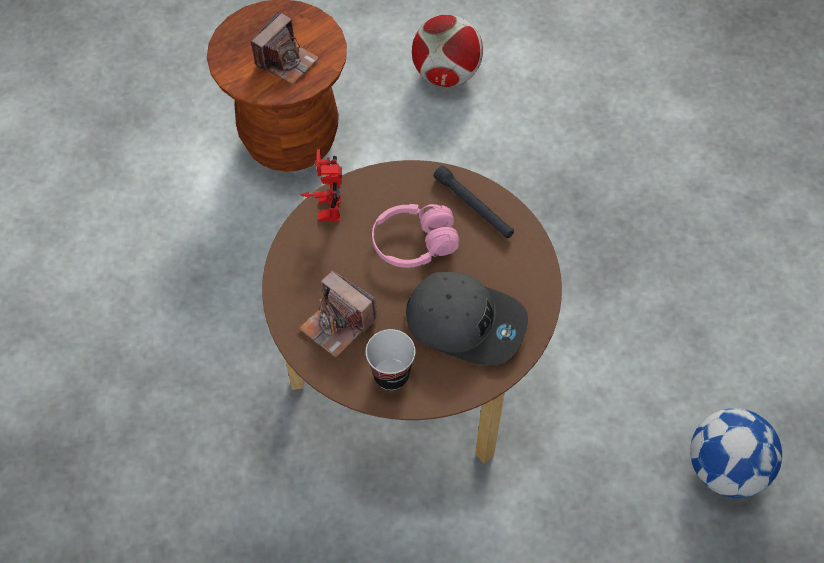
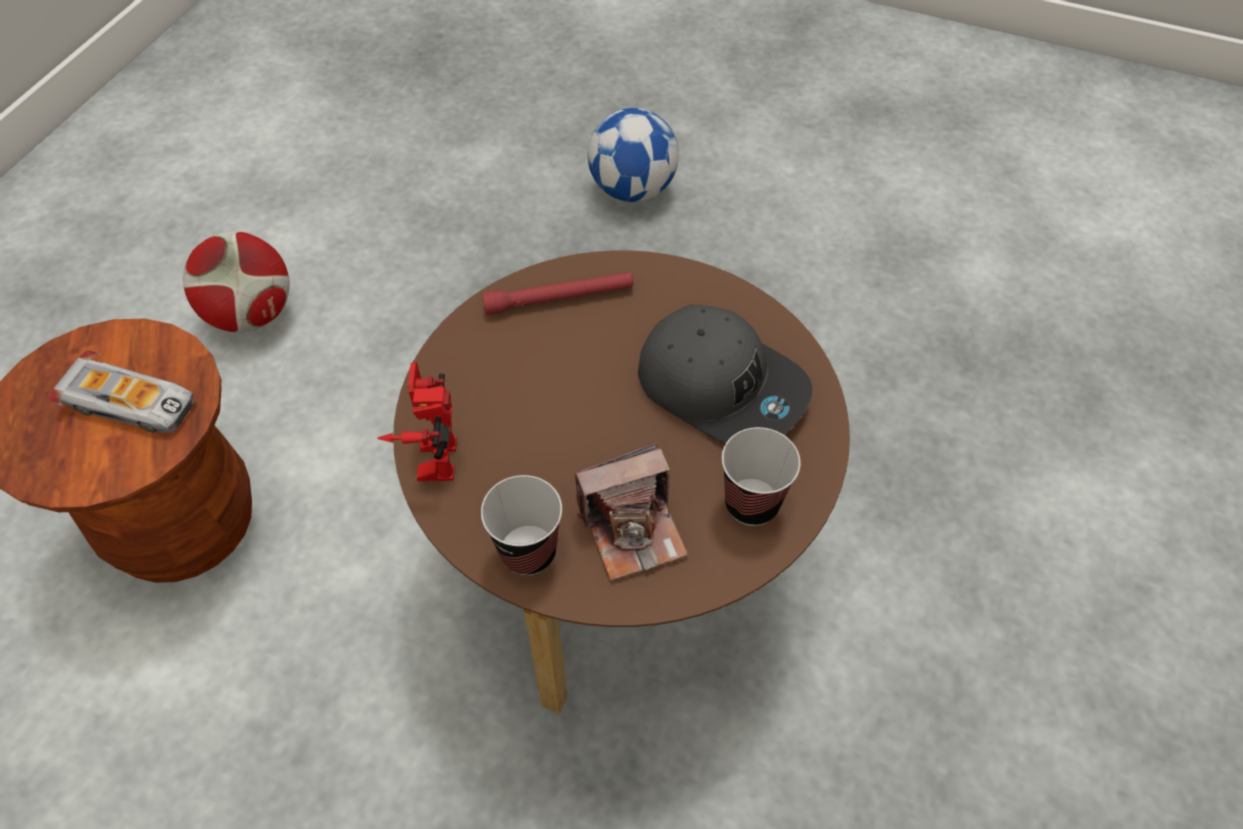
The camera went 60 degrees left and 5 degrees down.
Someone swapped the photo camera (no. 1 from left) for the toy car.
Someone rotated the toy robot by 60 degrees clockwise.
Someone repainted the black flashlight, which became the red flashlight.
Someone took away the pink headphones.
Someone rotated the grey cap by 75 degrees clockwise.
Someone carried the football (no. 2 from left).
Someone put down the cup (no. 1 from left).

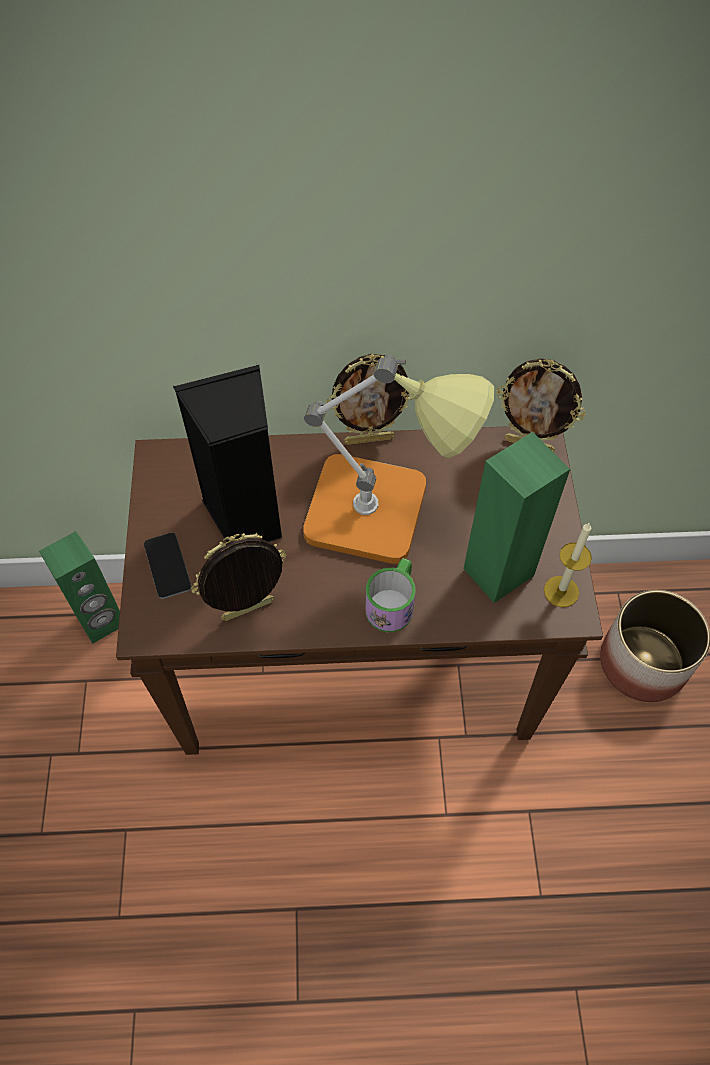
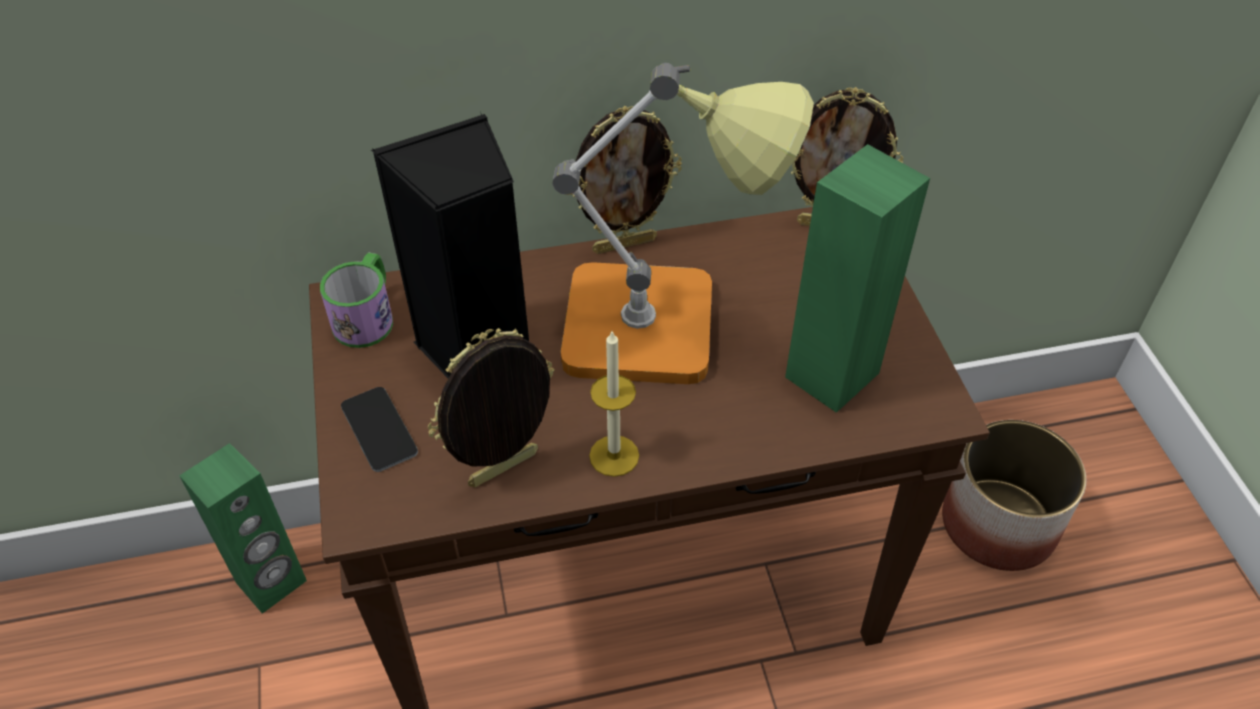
The camera went 10 degrees left and 10 degrees down.
Someone carried the candle.
Someone carried the mug.

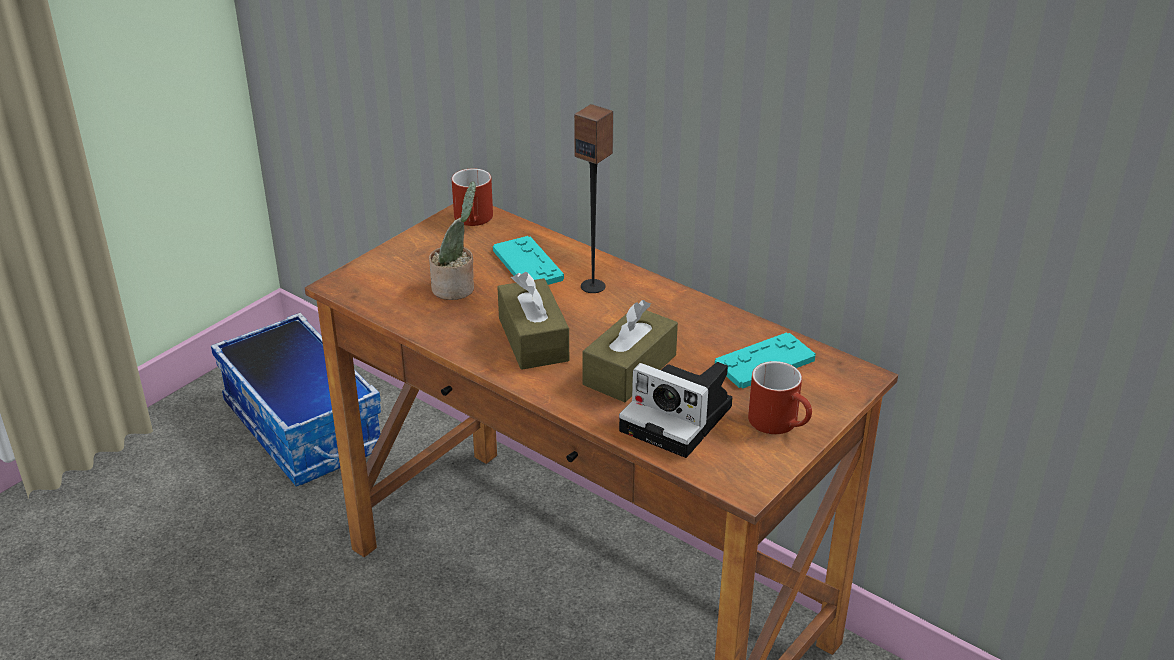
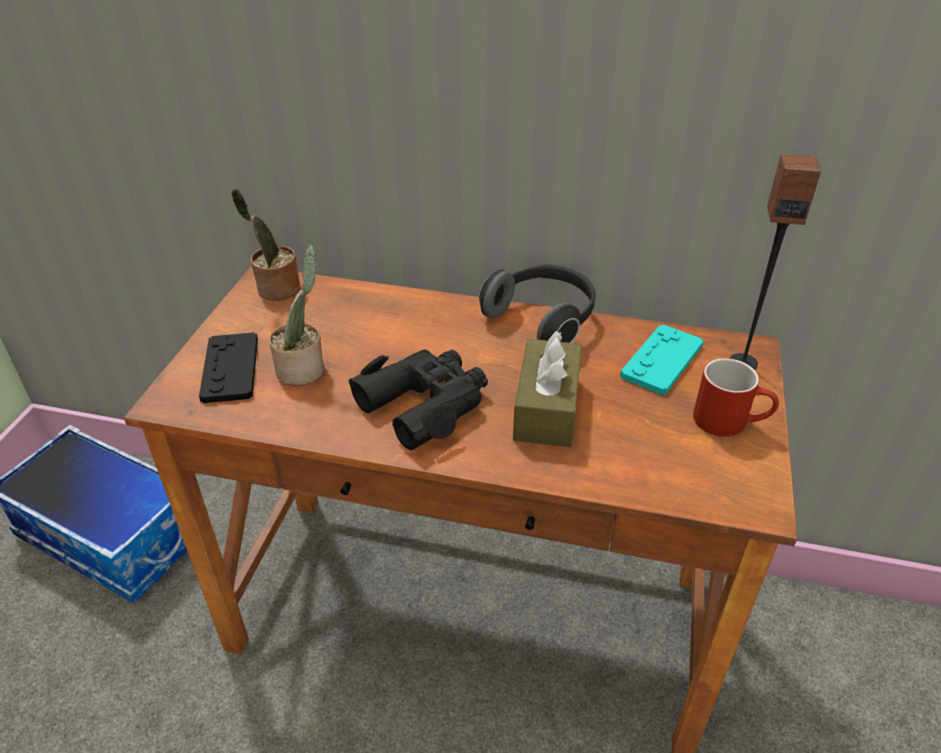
The camera went 25 degrees left and 5 degrees up.
Someone carried the speaker.
Someone swapped the red mug (no. 1 from left) for the potted plant (no. 1 from left).
Someone took away the turquoise game controller (no. 1 from left).
Someone swapped the brown tissue box (no. 1 from left) for the black binoculars.
Someone took away the photo camera.
Someone put down the headphones.
Someone put down the black game controller.

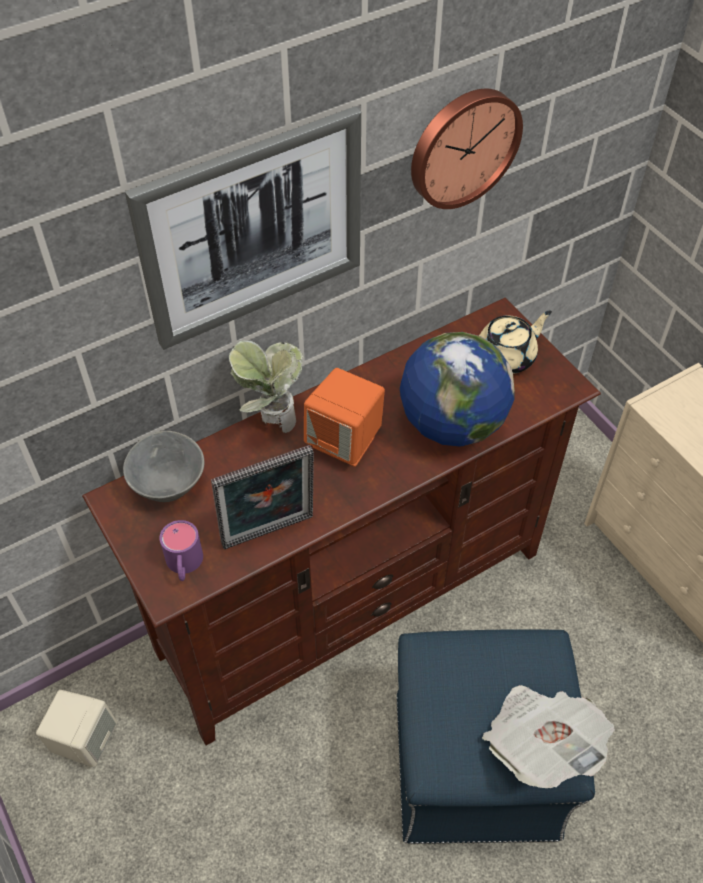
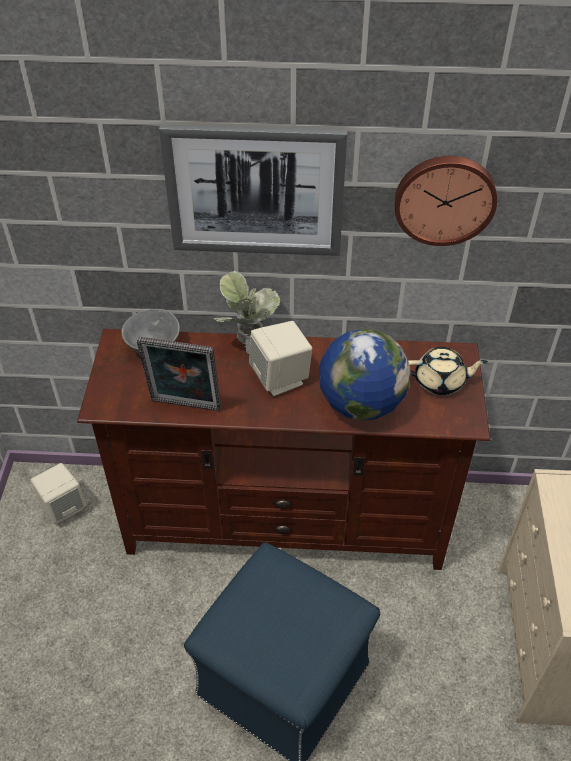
The camera went 35 degrees right and 5 degrees down.
Someone repainted the orange speaker, which became the beige speaker (no. 2 from left).
Someone took away the purple mug.
Someone took away the newspaper.

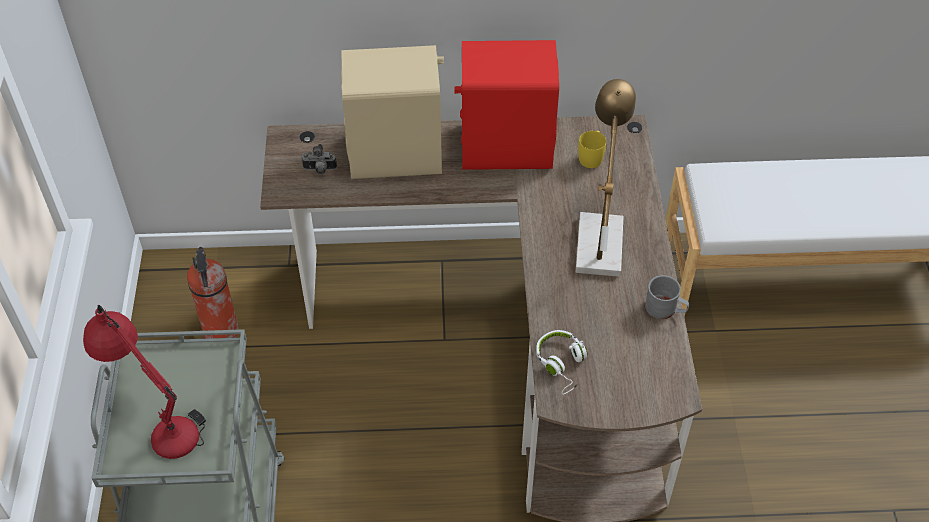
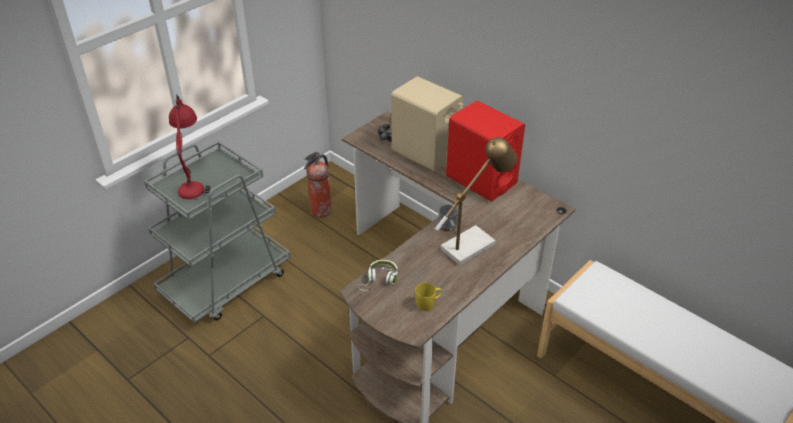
The camera went 45 degrees right and 10 degrees down.
Someone carried the yellow mug.
Someone carried the grey mug.

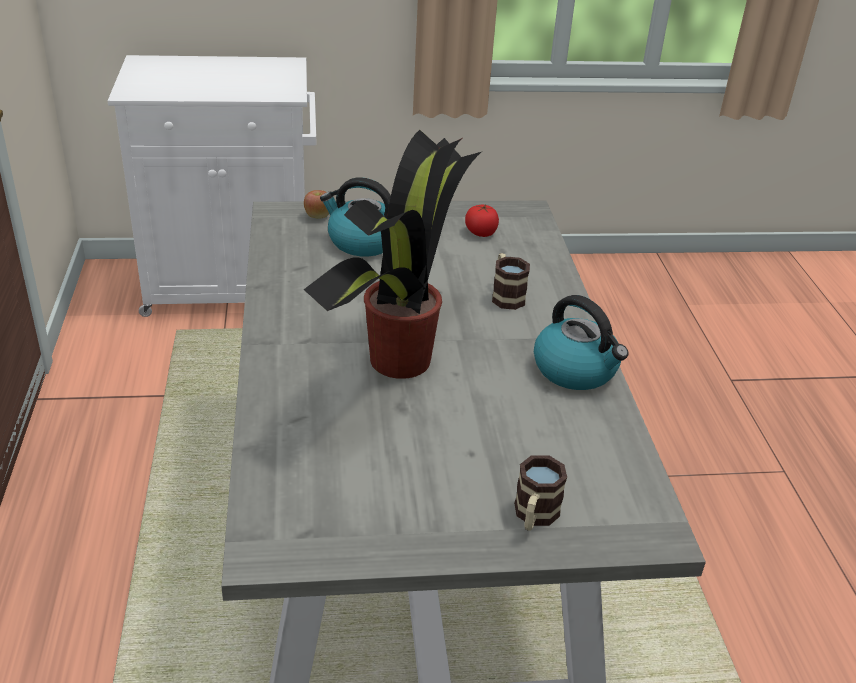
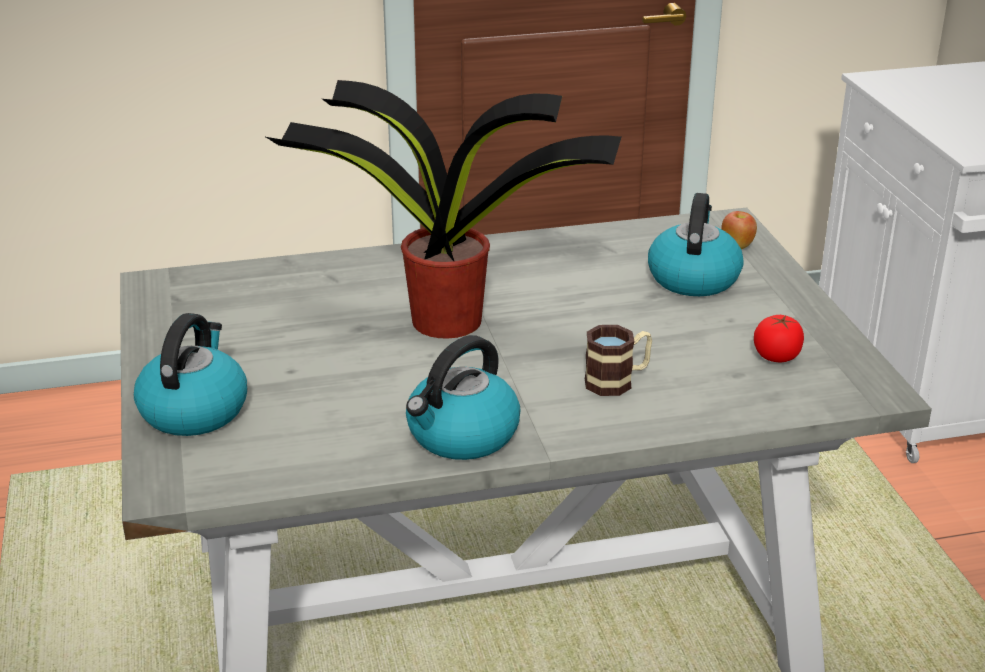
The camera went 85 degrees right and 5 degrees down.
Someone swapped the mug (no. 2 from left) for the kettle (no. 1 from left).

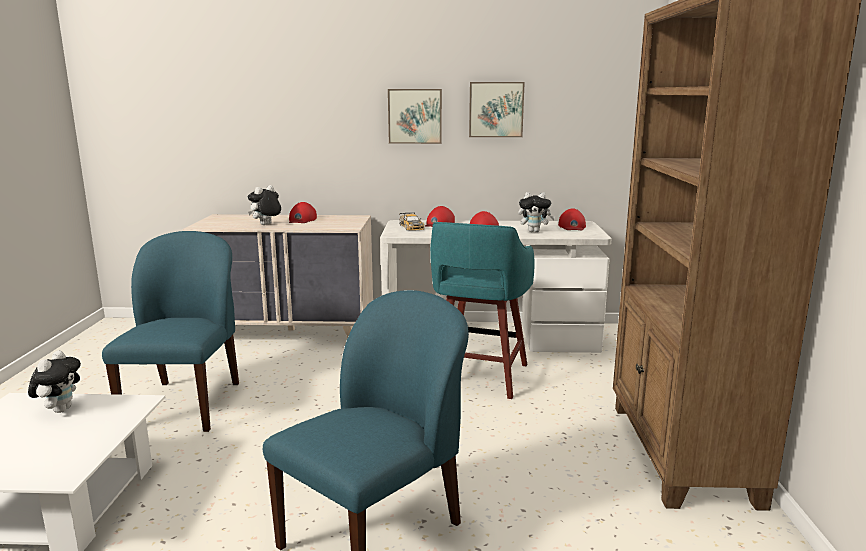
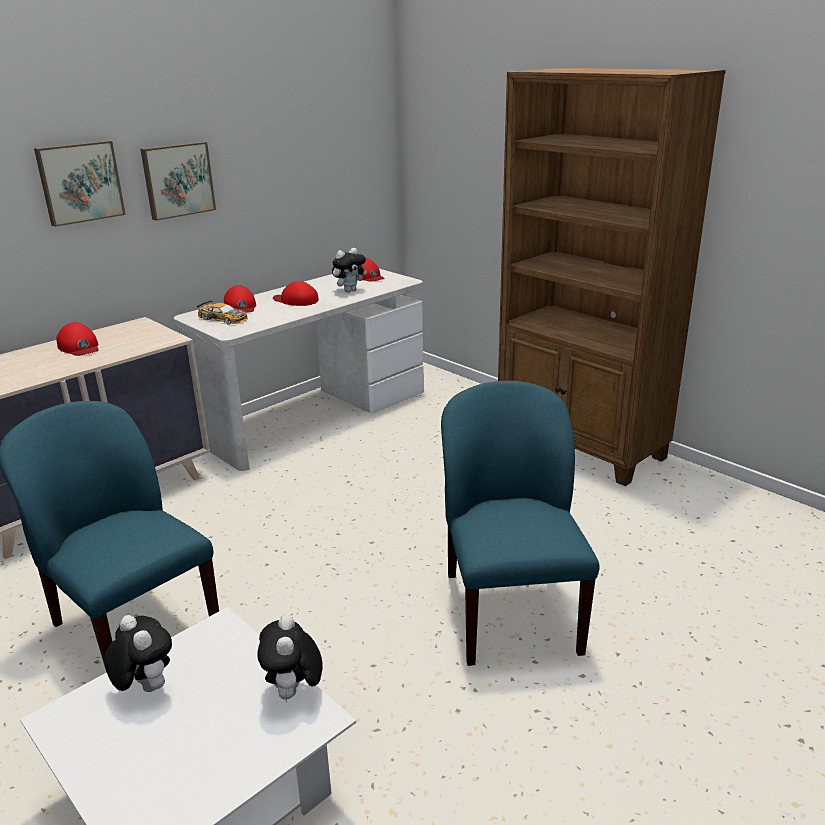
The camera went 45 degrees left and 10 degrees up.
Someone carried the picture (no. 2 from left in the first image).
Someone carried the plush toy (no. 2 from left).
Someone took away the turquoise stool.

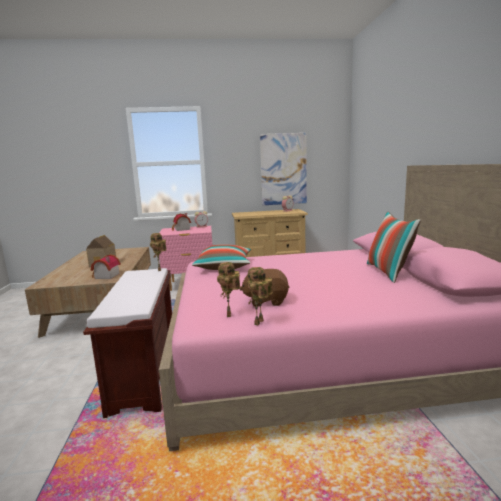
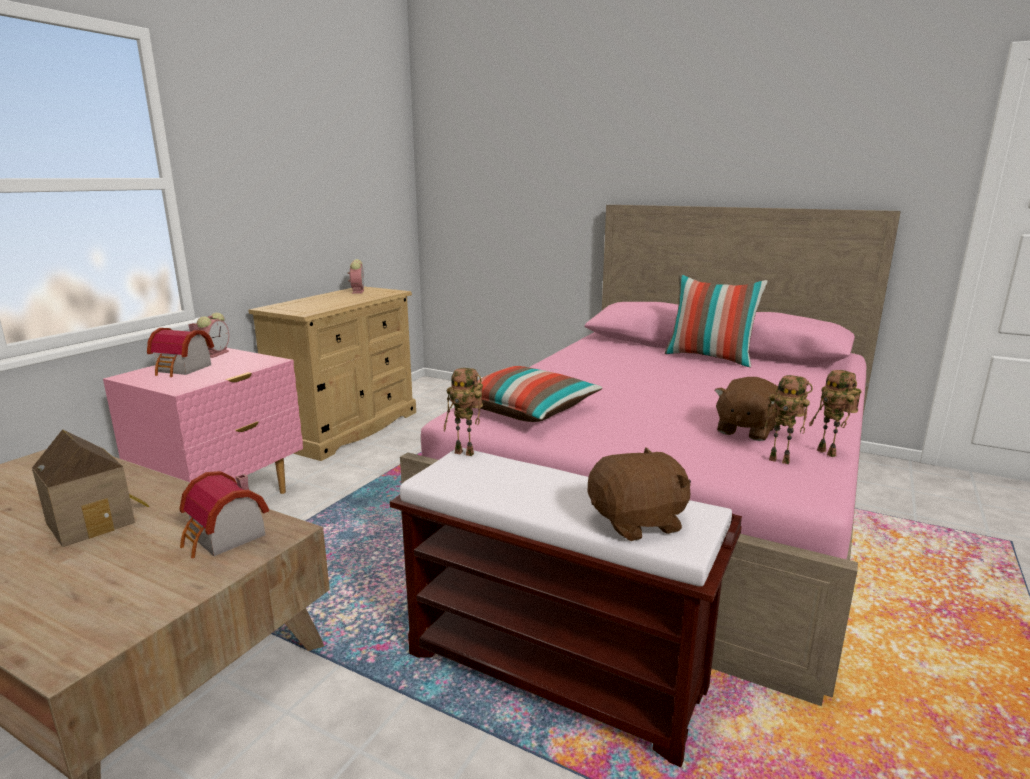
The camera went 55 degrees left and 5 degrees up.
Someone took away the picture.
Someone put down the brown plush toy (no. 1 from left).

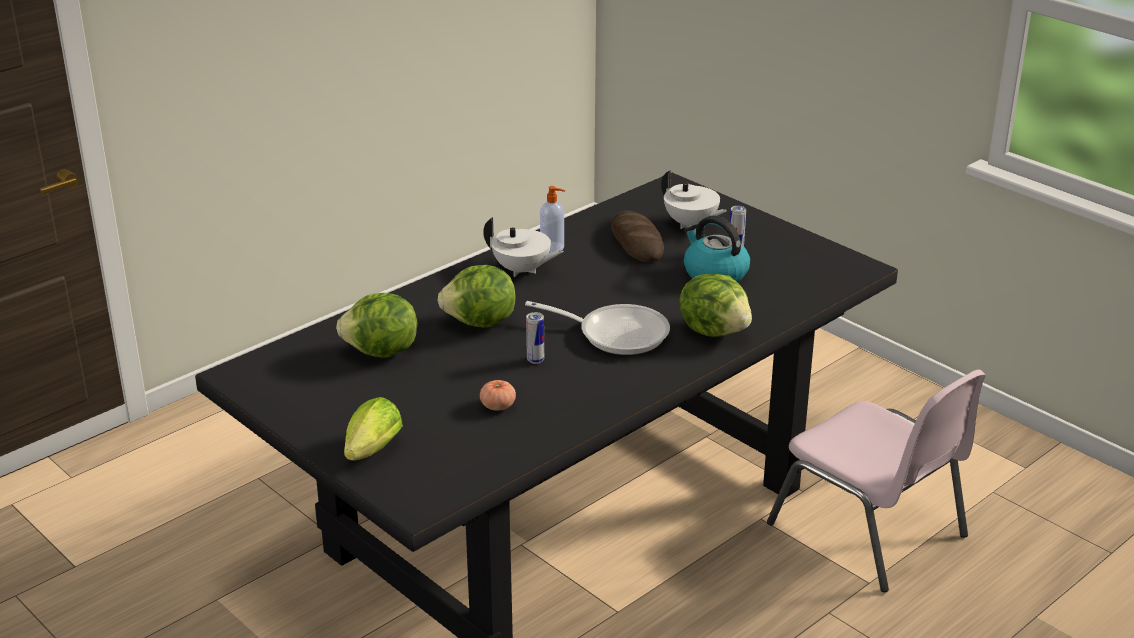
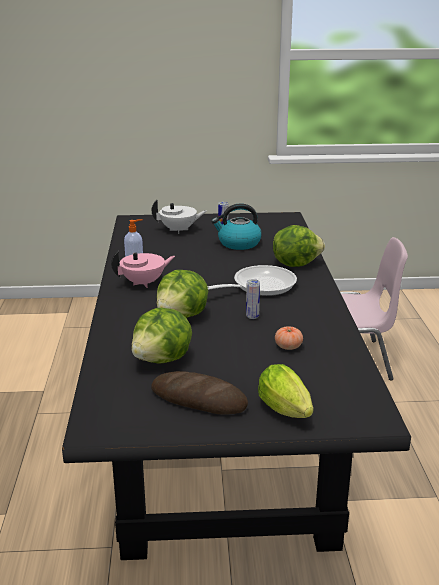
The camera went 50 degrees left and 5 degrees down.
Someone carried the bread.
Someone repainted the white teapot (no. 1 from left), which became the pink teapot.

